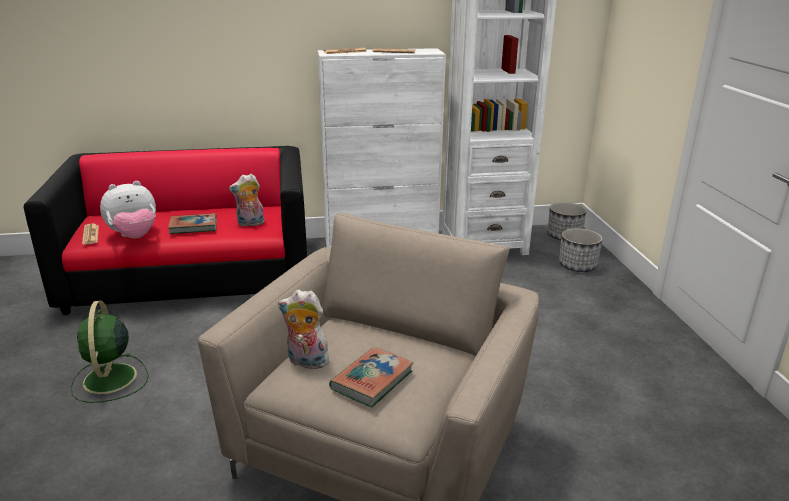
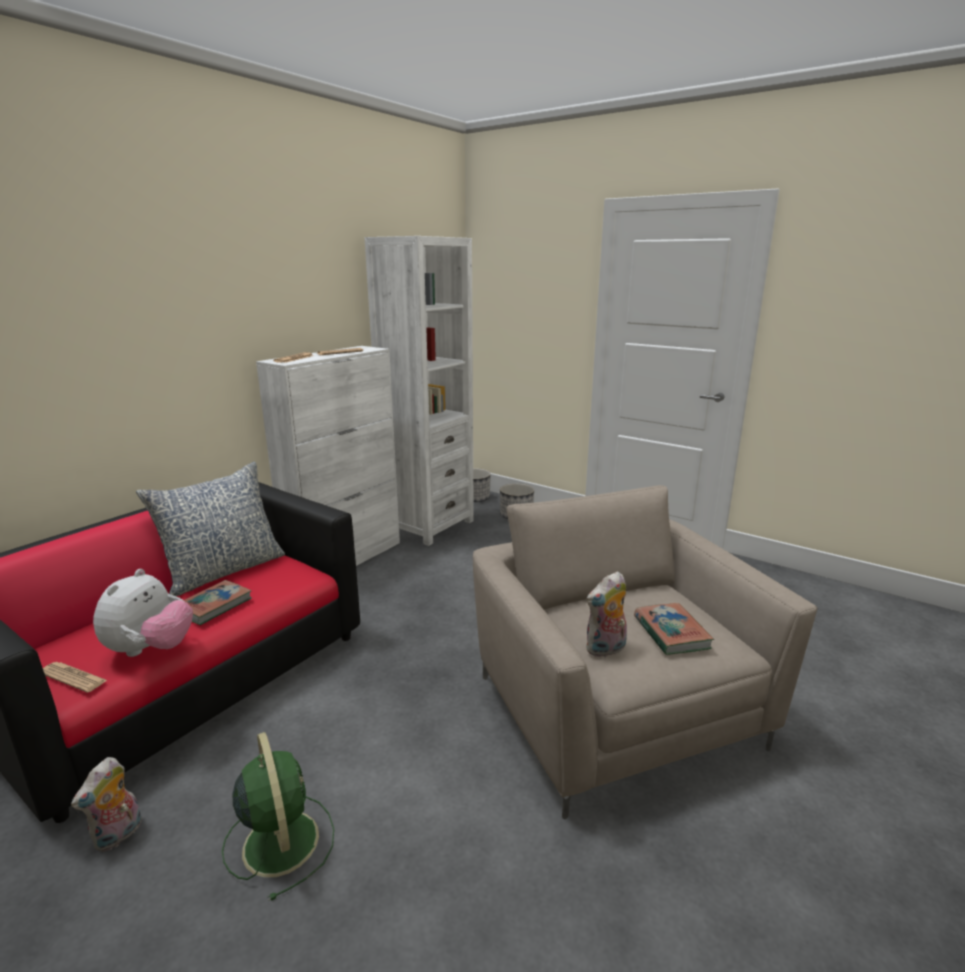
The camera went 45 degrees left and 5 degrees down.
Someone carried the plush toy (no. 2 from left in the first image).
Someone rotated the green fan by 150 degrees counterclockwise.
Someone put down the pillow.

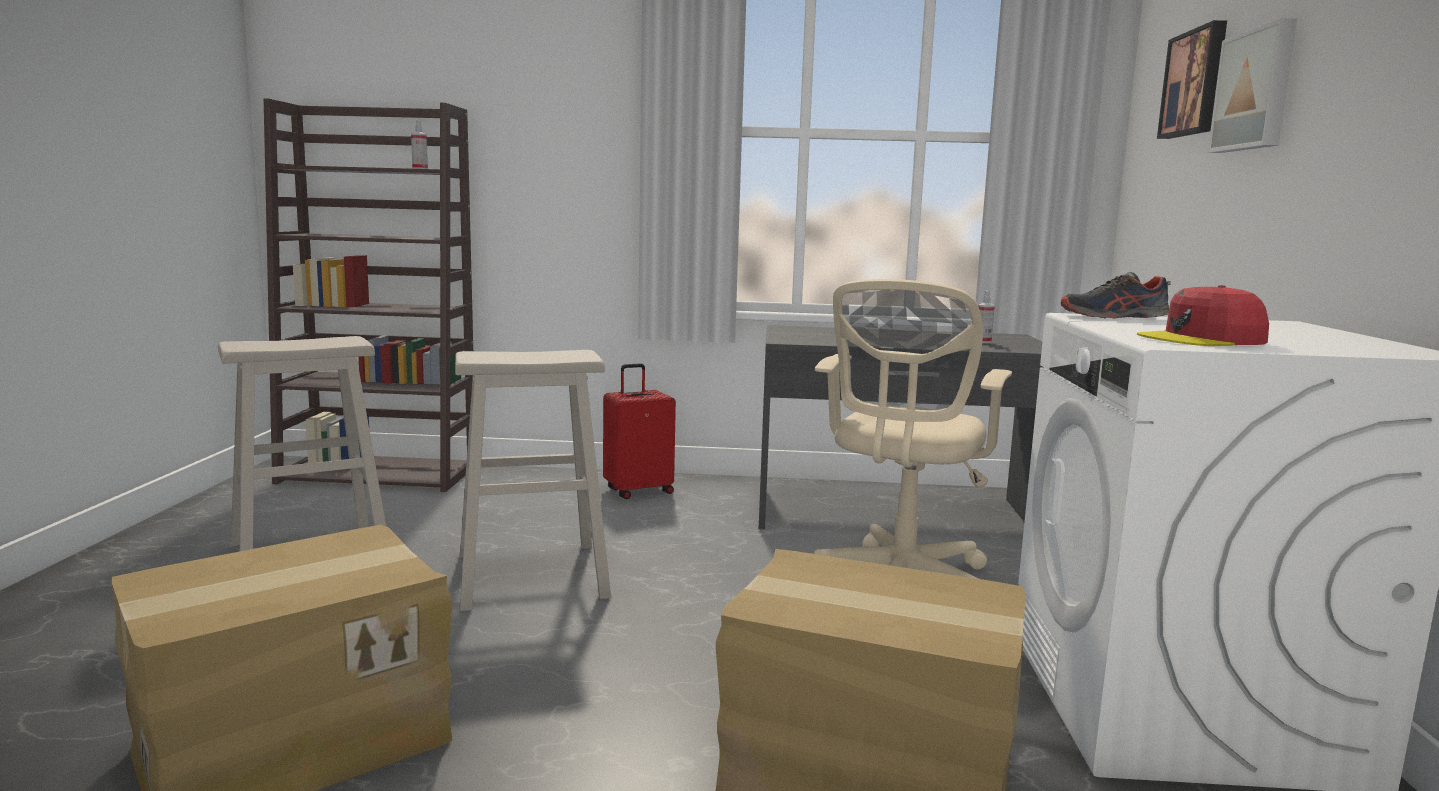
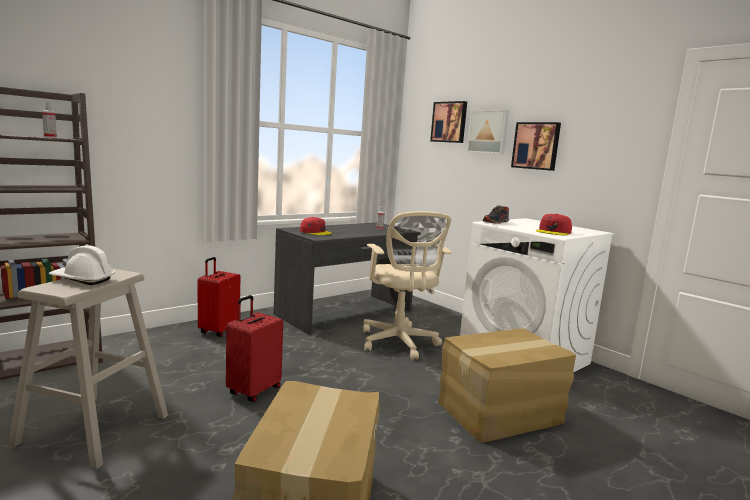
The camera went 45 degrees left and 0 degrees up.
Someone swapped the beige stool (no. 2 from left) for the red suitcase (no. 2 from left).
Someone put up the picture (no. 3 from left).
Someone put down the red cap (no. 1 from left).
Someone put down the white hard hat.

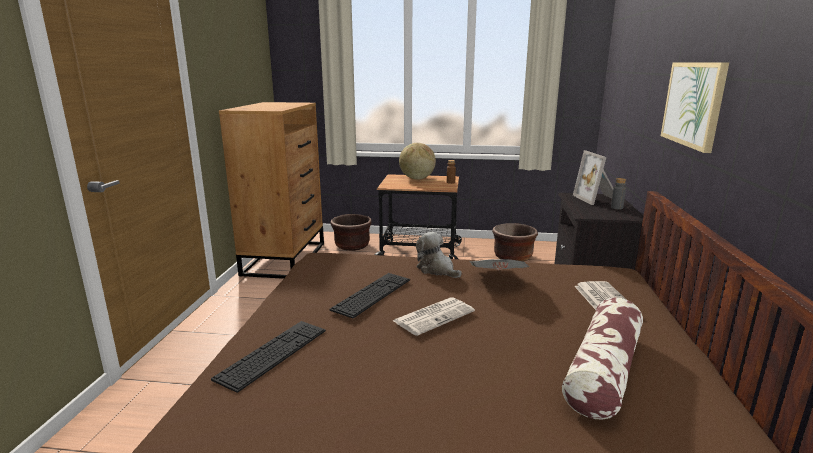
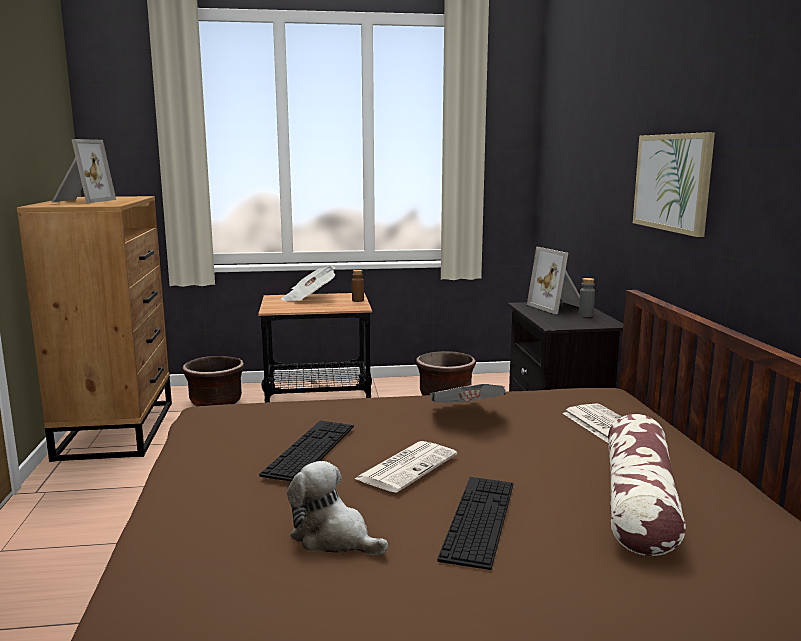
The camera went 15 degrees left and 5 degrees down.
Someone swapped the globe for the newspaper (no. 1 from left).
Someone carried the plush toy.
Someone carried the keyboard (no. 1 from left in the first image).
Someone put down the picture frame (no. 1 from left).

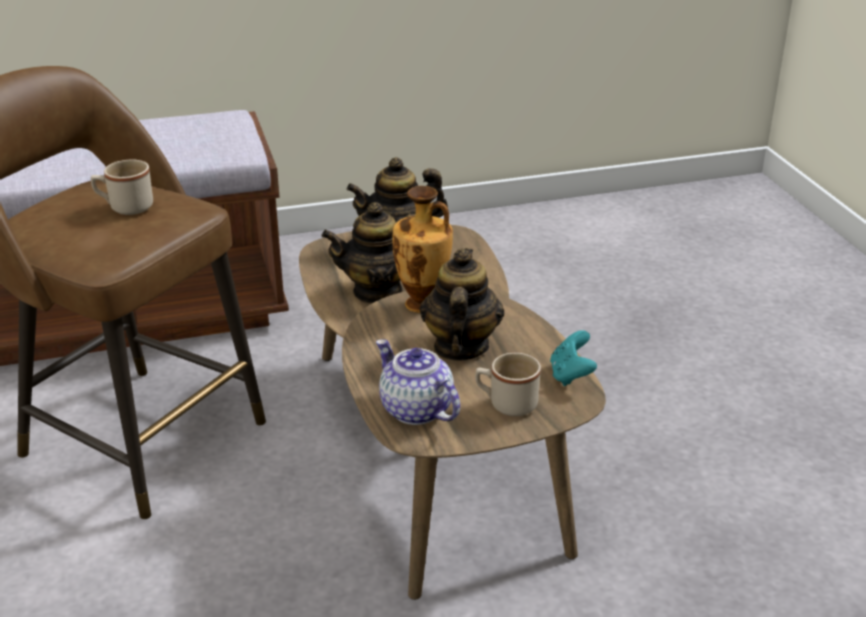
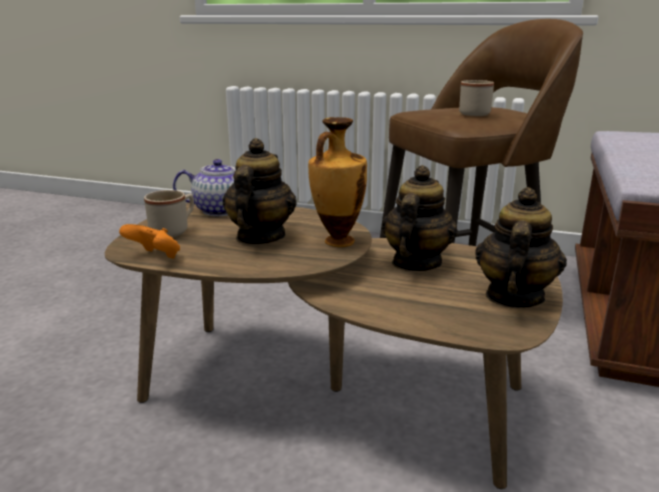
The camera went 125 degrees right and 10 degrees down.
Someone rotated the teapot (no. 4 from left in the first image) by 120 degrees counterclockwise.
Someone repainted the turquoise game controller, which became the orange game controller.

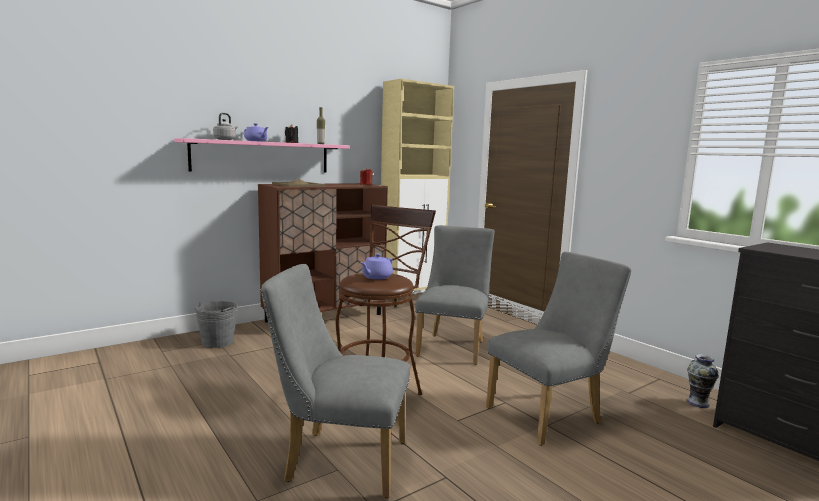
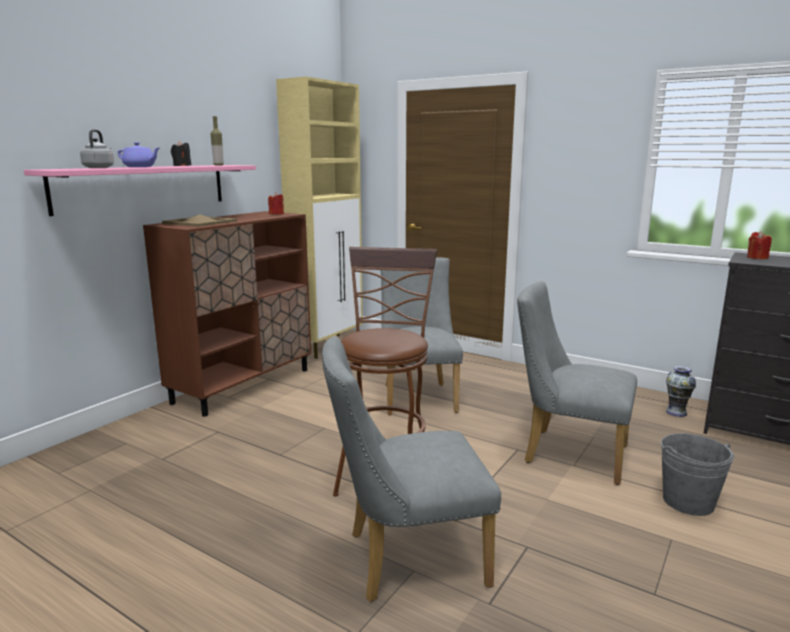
The camera went 20 degrees left and 5 degrees up.
Someone rotated the grey chair (no. 3 from left) by 105 degrees counterclockwise.
Someone took away the purple teapot (no. 2 from left).
Someone carried the grey bucket.
Someone put down the red candle (no. 2 from left).

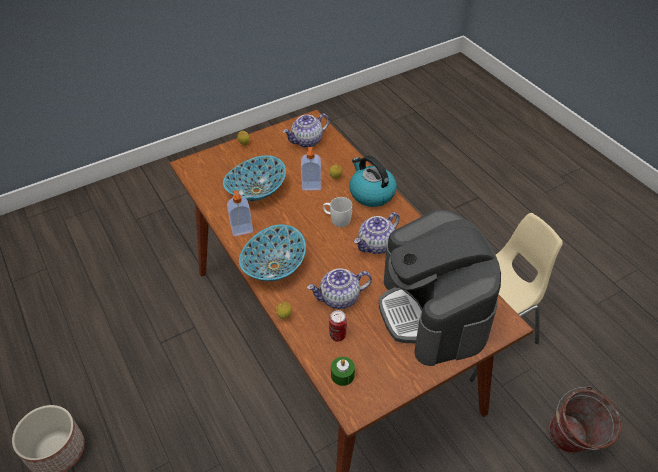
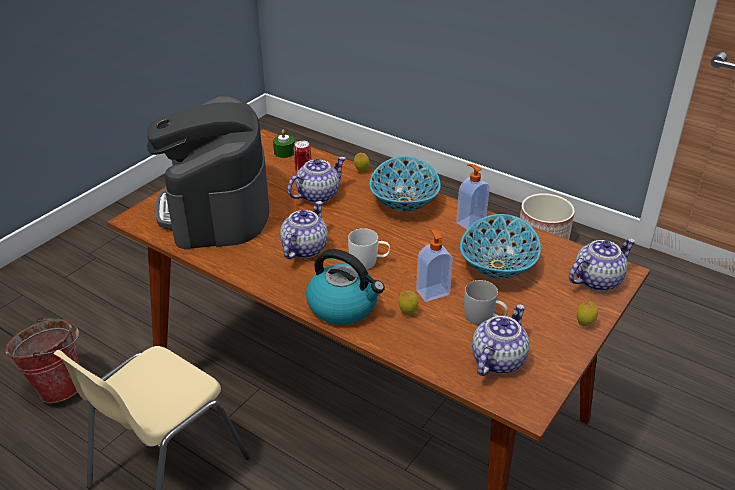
The camera went 155 degrees right and 10 degrees down.
Someone rotated the coffee machine by 150 degrees counterclockwise.
Someone put down the teapot (no. 4 from left).
Someone put down the white mug (no. 2 from left).

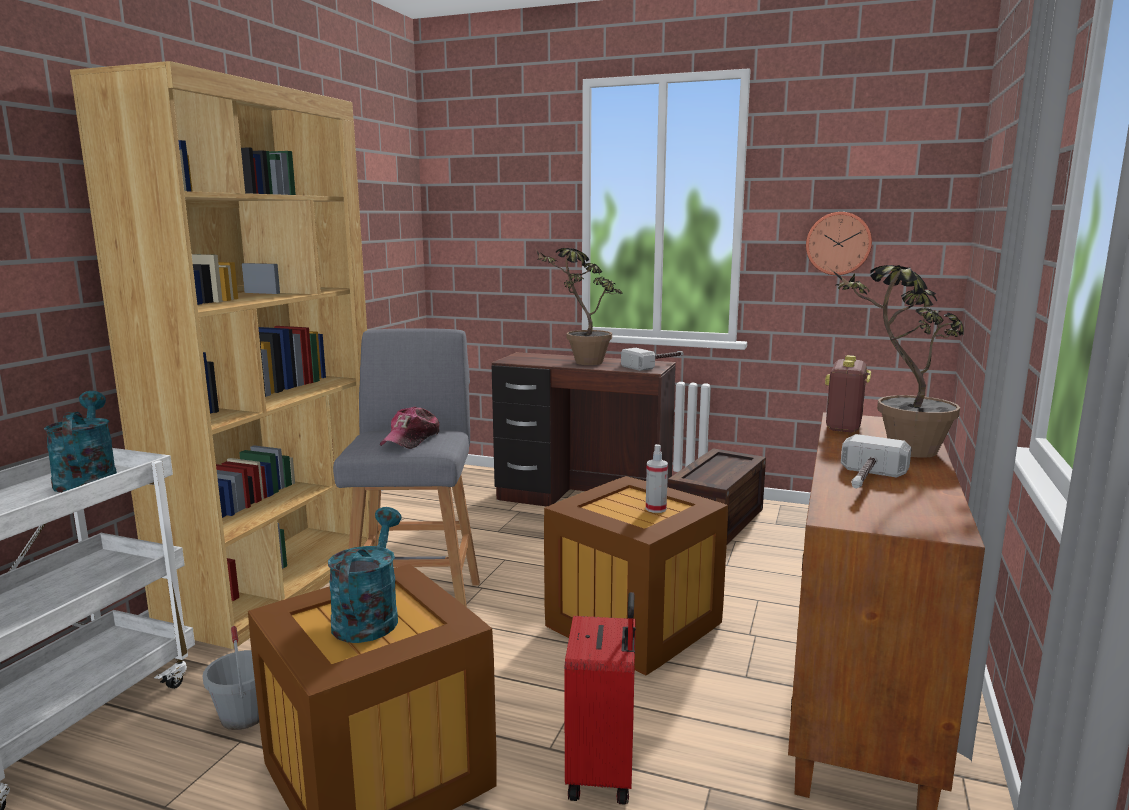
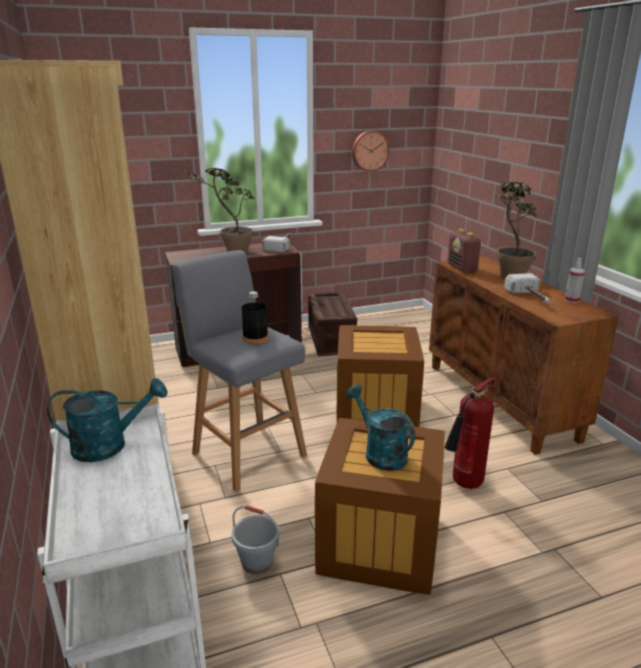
The camera went 40 degrees left and 10 degrees up.
Someone rotated the turquoise watering can (no. 1 from left) by 135 degrees clockwise.
Someone swapped the cap for the black bottle.
Someone carried the spray bottle.
Someone swapped the red suitcase for the fire extinguisher.

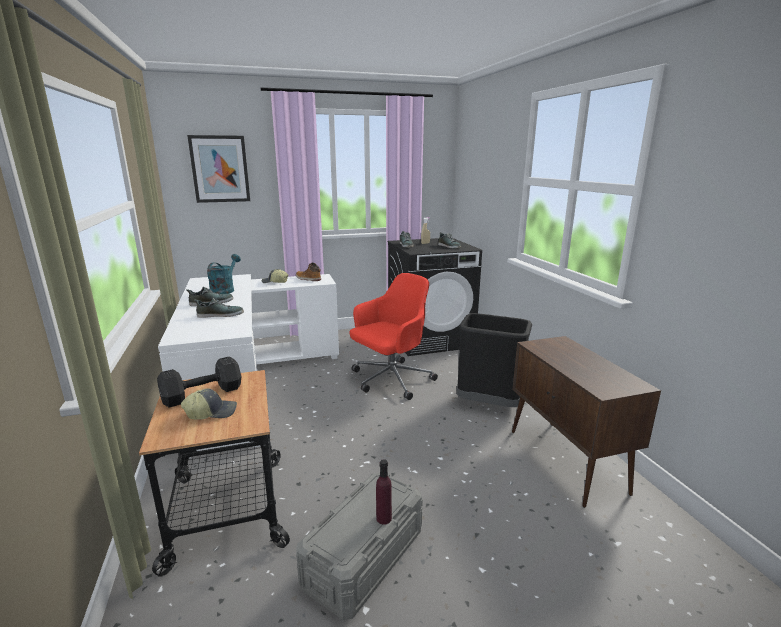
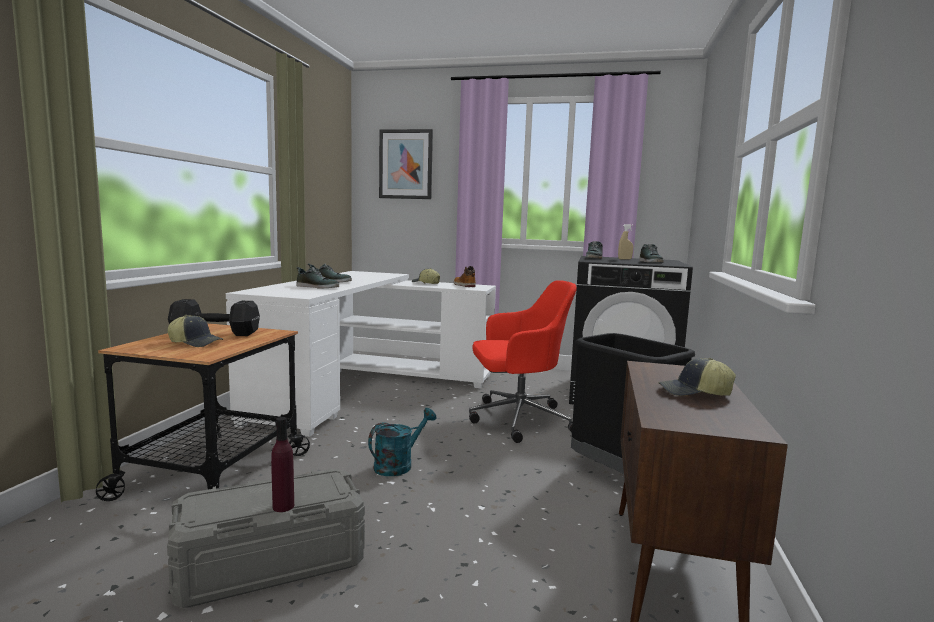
The camera went 30 degrees right and 10 degrees down.
Someone carried the turquoise watering can.
Someone put down the cap (no. 3 from left).

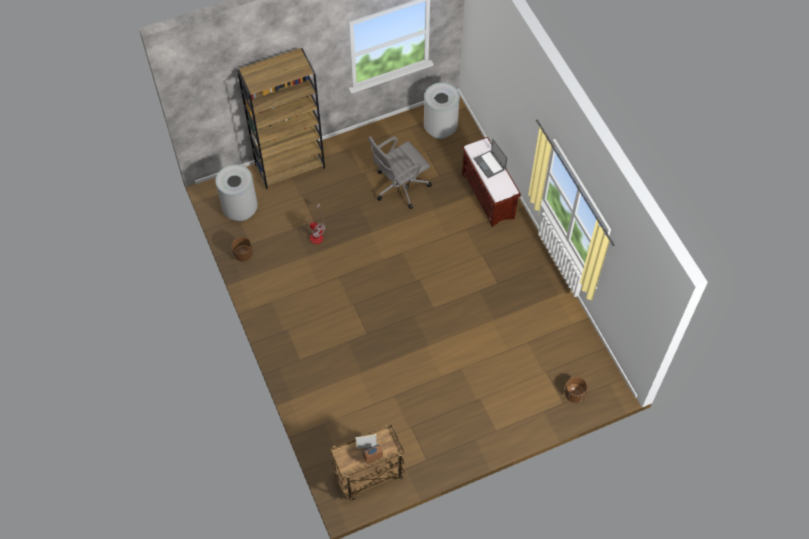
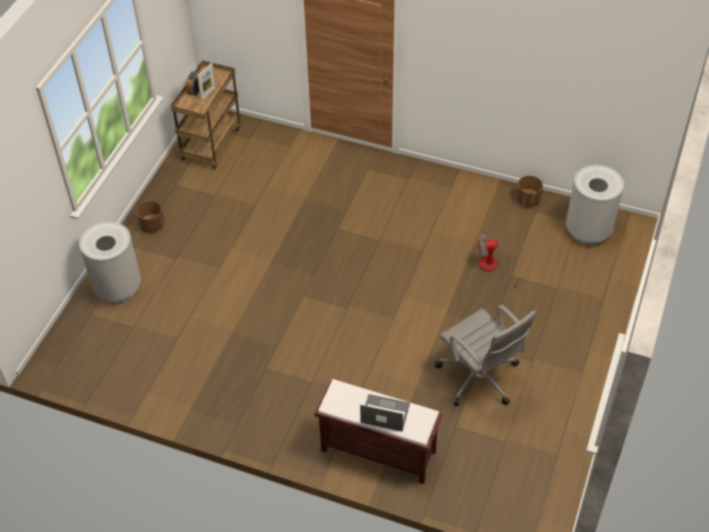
The camera went 135 degrees right and 10 degrees down.
Someone took away the brown bookcase.
Someone carried the grey trash can (no. 2 from left in the first image).
Someone rotated the grey office chair by 135 degrees clockwise.
Someone carried the brown planter (no. 2 from left in the first image).

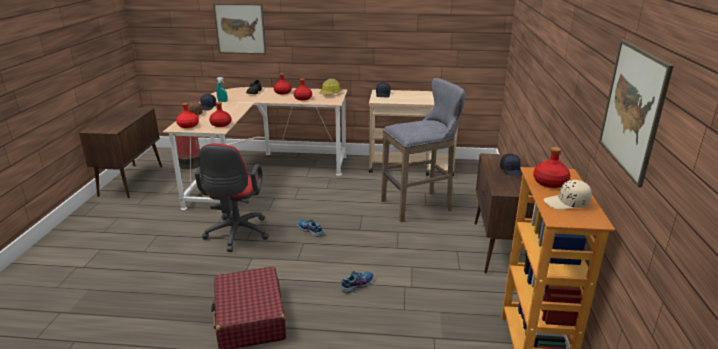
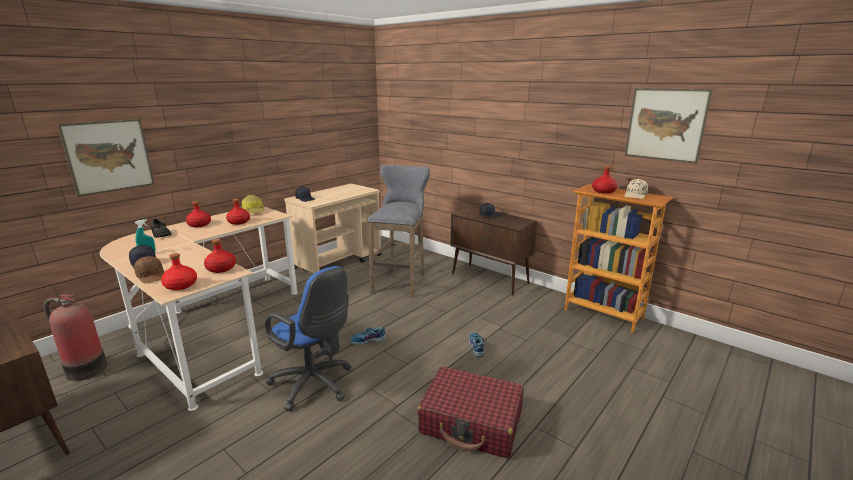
The camera went 55 degrees left and 5 degrees down.
Someone repainted the red office chair, which became the blue office chair.

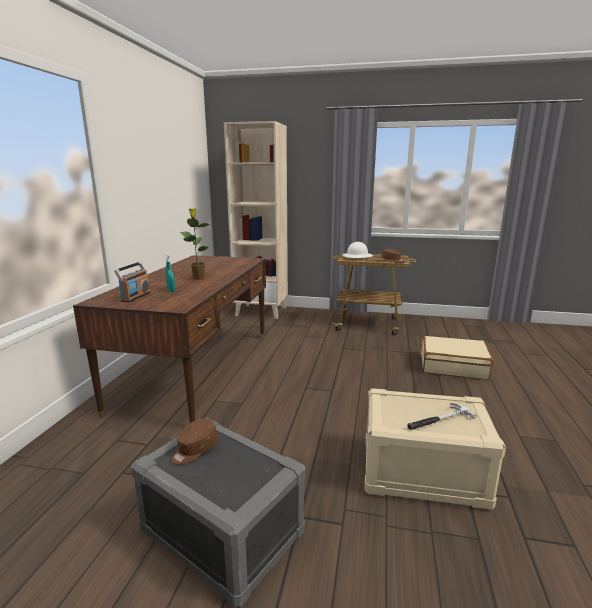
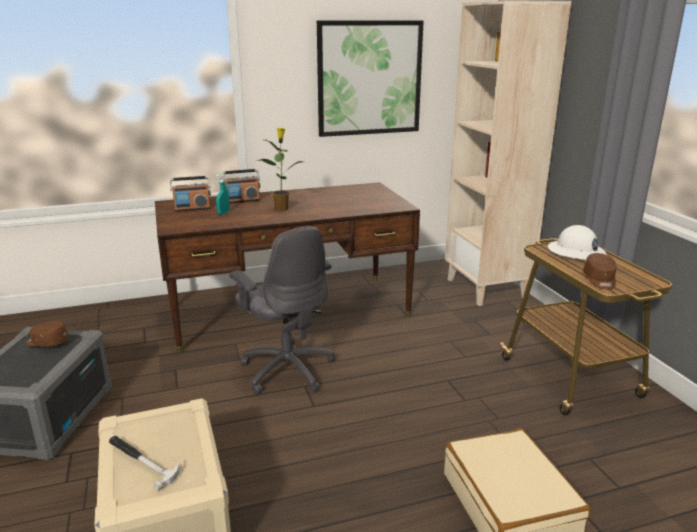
The camera went 60 degrees right and 5 degrees up.
Someone put up the picture.
Someone put down the radio (no. 2 from left).
Someone put down the grey office chair.

